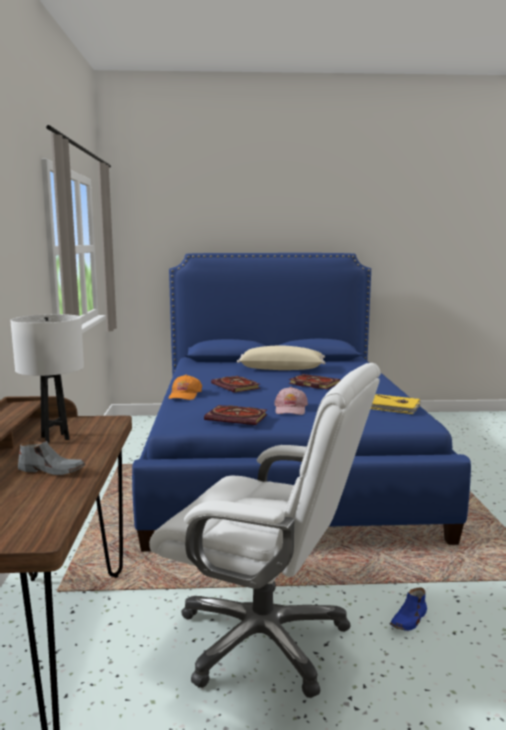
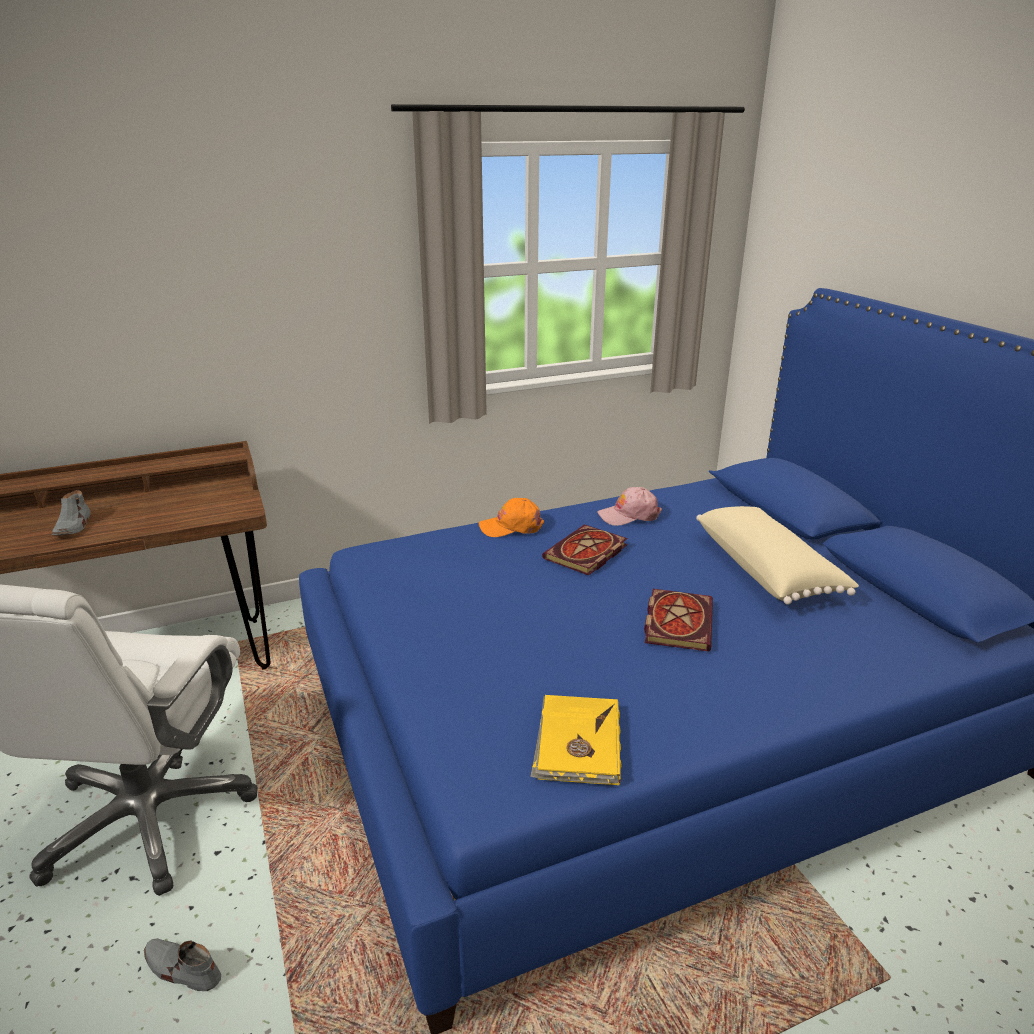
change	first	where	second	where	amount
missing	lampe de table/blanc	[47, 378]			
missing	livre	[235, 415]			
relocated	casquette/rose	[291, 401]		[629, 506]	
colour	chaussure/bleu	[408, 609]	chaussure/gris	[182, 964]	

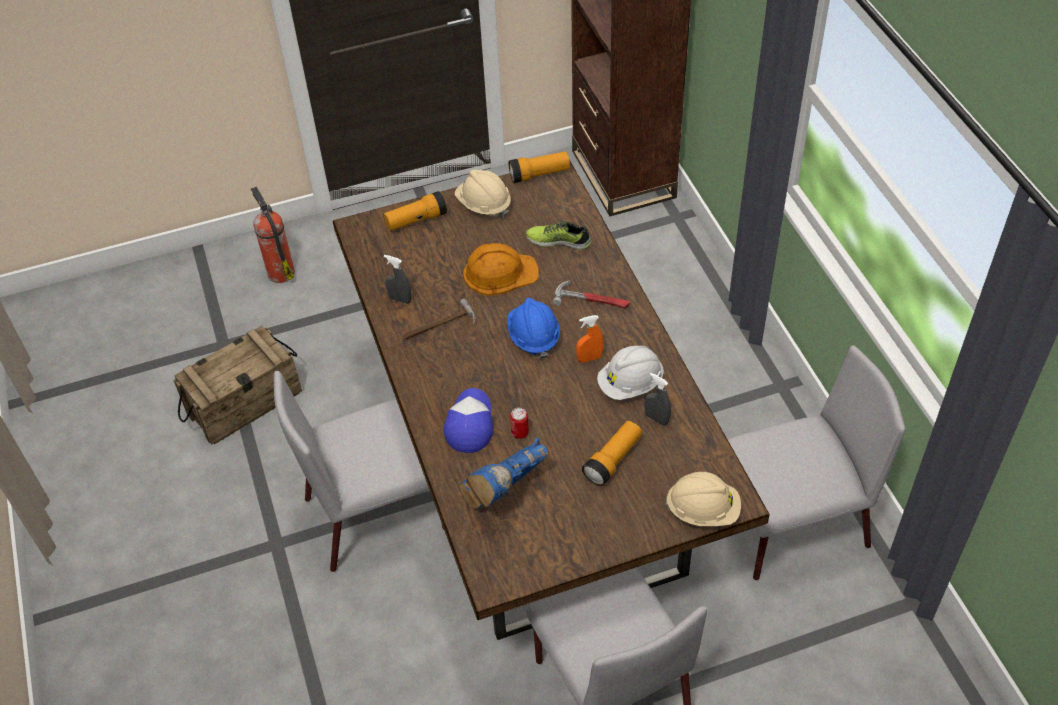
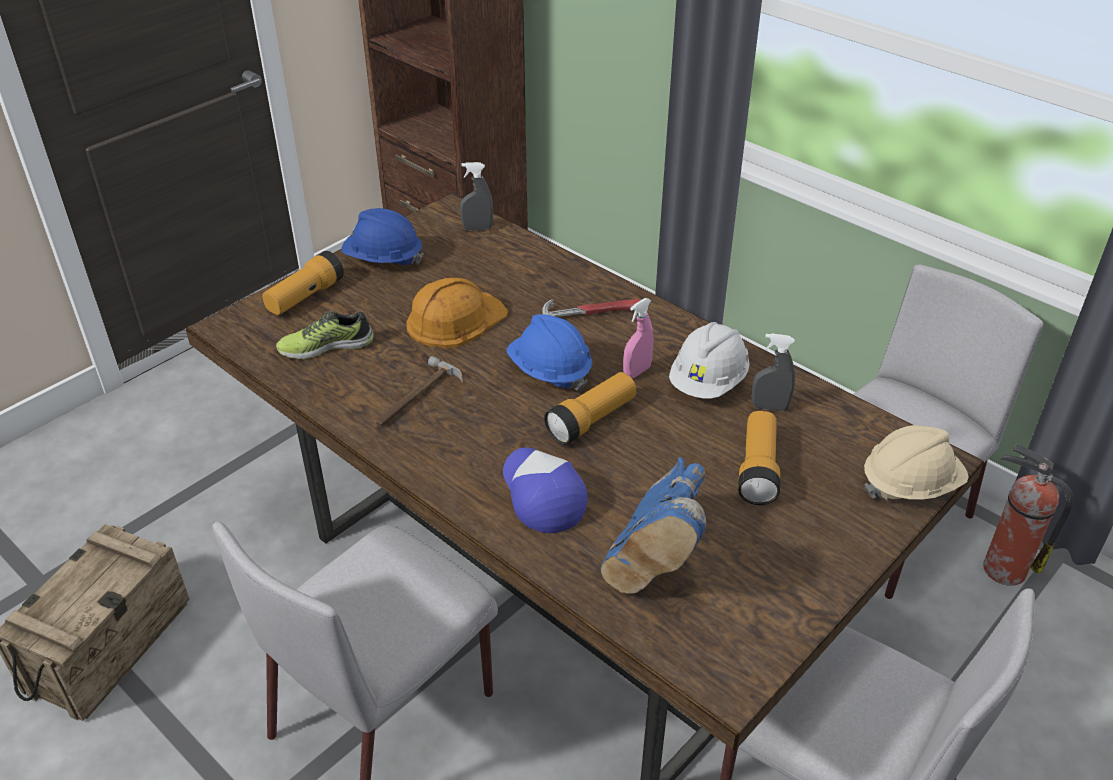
change	first	where	second	where	amount
missing	boîte métallique	[519, 423]			
relocated	extincteur	[273, 235]		[1028, 515]	
relocated	vaporisateur/gris	[397, 279]		[476, 196]	
relocated	lampe de poche	[539, 167]		[590, 408]	
relocated	chaussure	[559, 235]		[325, 335]	
colour	casque de chantier/beige	[483, 194]	casque de chantier/bleu	[382, 236]	
colour	vaporisateur/orange	[590, 339]	vaporisateur/rose	[638, 338]	

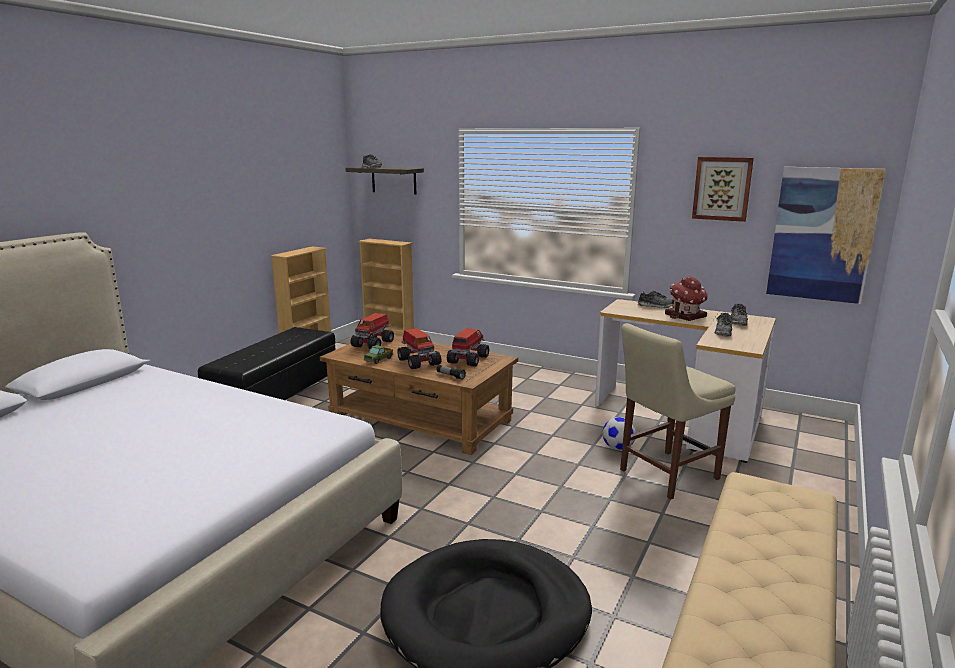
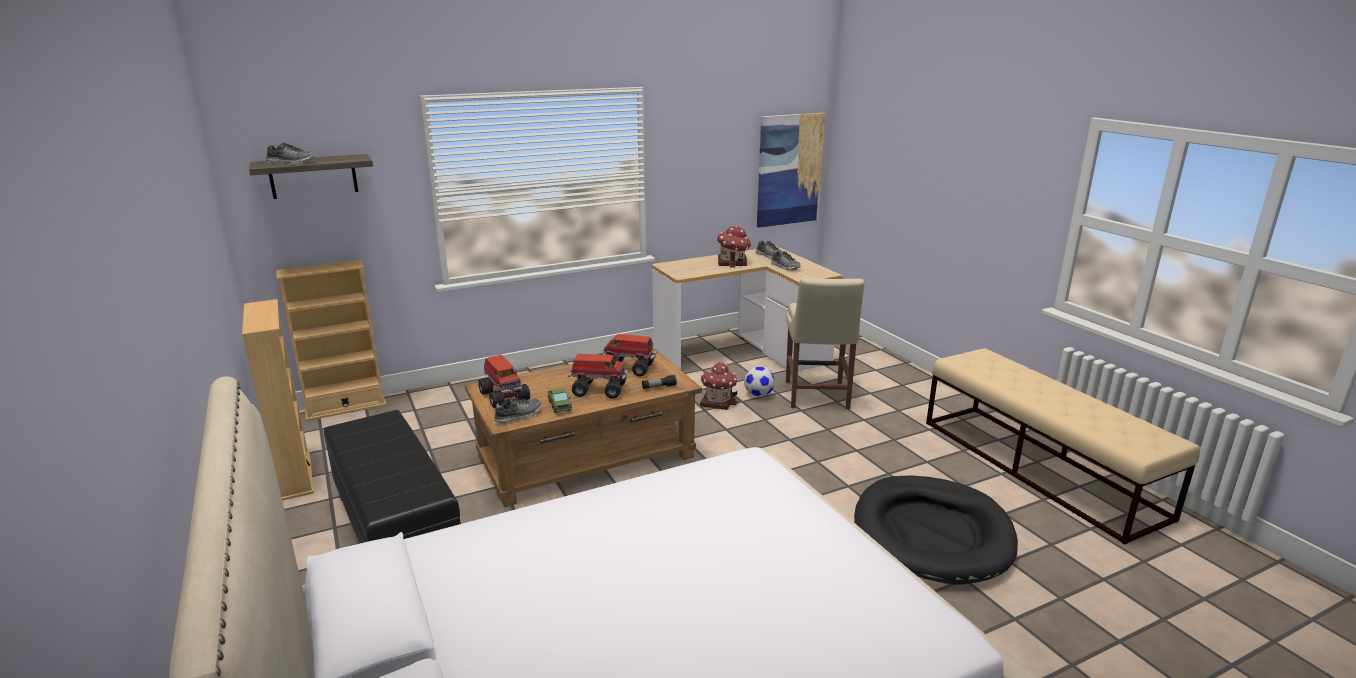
change	first	where	second	where	amount
missing	tableau	[723, 189]			
appeared			maison miniature	[718, 386]	
relocated	chaussure	[655, 299]		[517, 411]	
spun	camion jouet	[468, 347]		[629, 355]	45 degrees counterclockwise

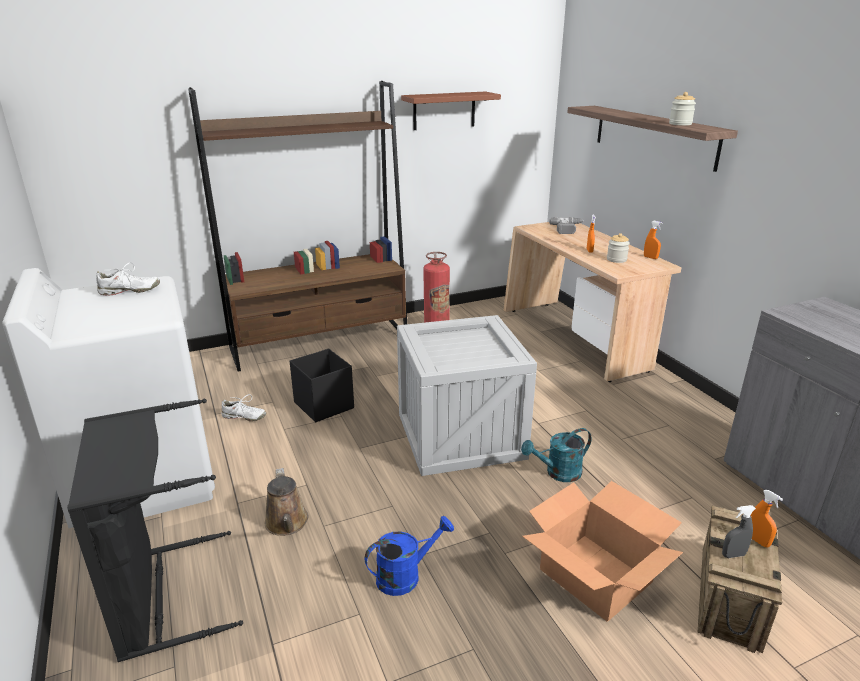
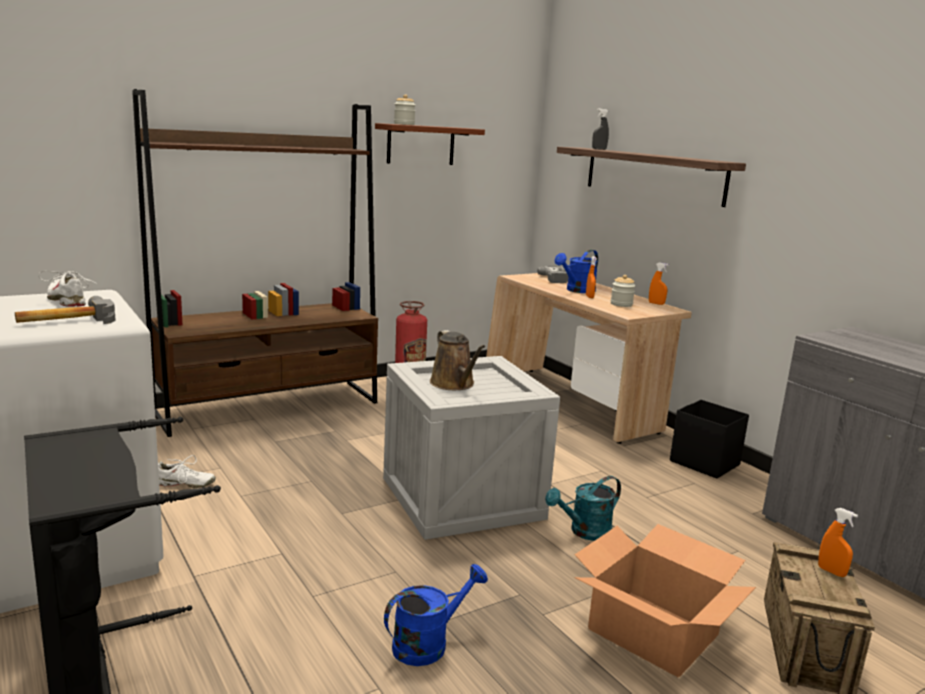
change	first	where	second	where	amount
appeared			marteau	[65, 310]	
appeared			arrosoir/bleu	[576, 271]	
relocated	arrosoir/marron	[287, 502]		[457, 360]	
relocated	boîte de rangement/noir	[321, 385]		[709, 439]	
relocated	bocal	[682, 109]		[405, 109]	
relocated	vaporisateur/gris	[739, 531]		[600, 129]	
spun	chaussure/blanc	[128, 278]		[68, 288]	105 degrees counterclockwise

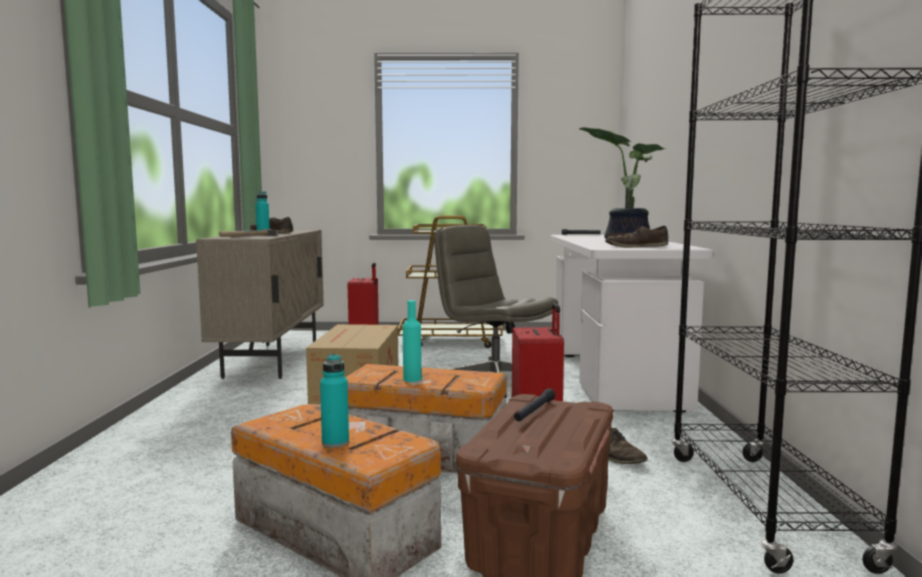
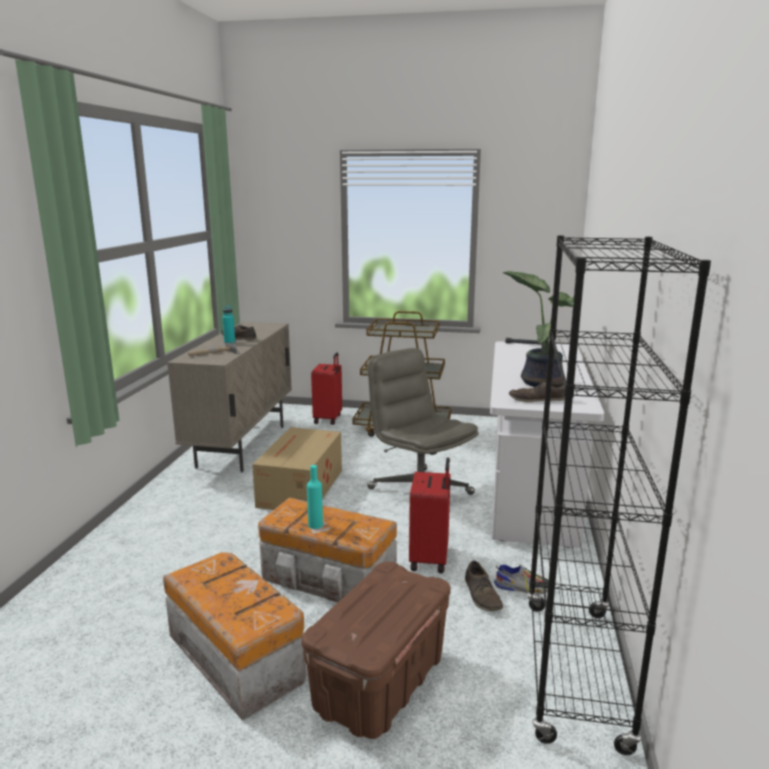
change	first	where	second	where	amount
missing	bouteille/turquoise	[334, 401]			
missing	lampe de poche/noir	[535, 404]			
appeared			chaussure	[521, 579]	

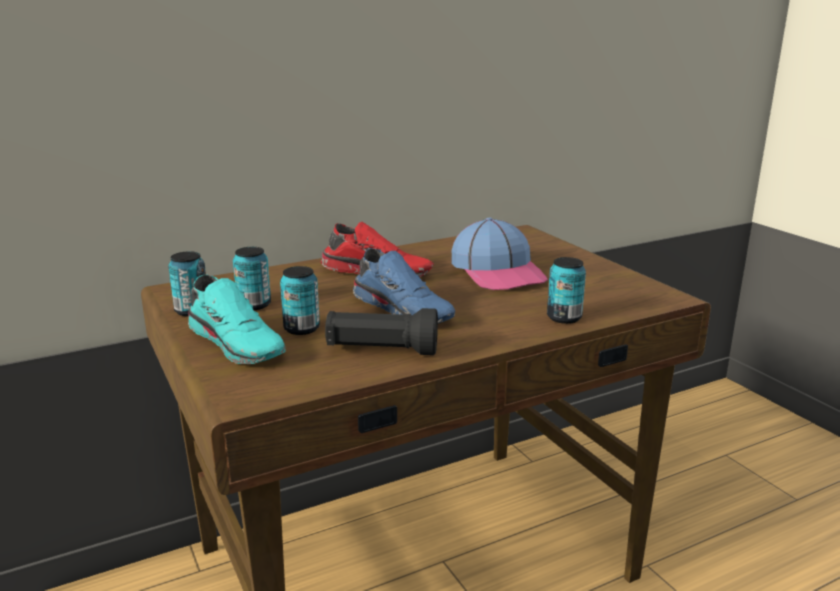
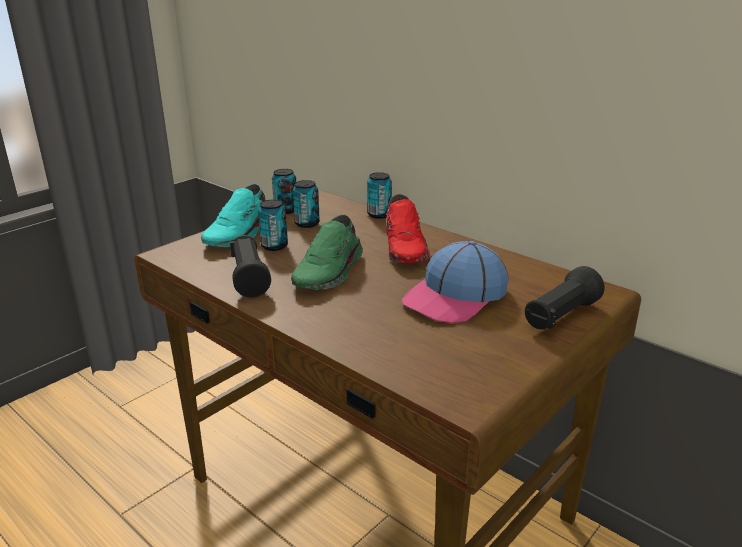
change	first	where	second	where	amount
appeared			lampe de poche/noir	[565, 297]	
relocated	boîte métallique	[566, 290]		[379, 195]	
colour	chaussure/bleu	[404, 285]	chaussure/vert	[327, 252]	

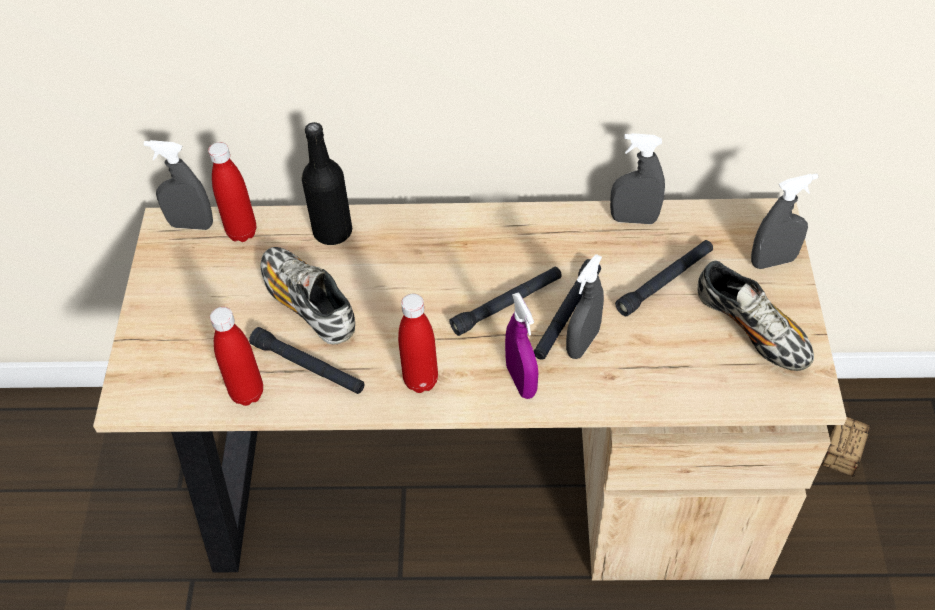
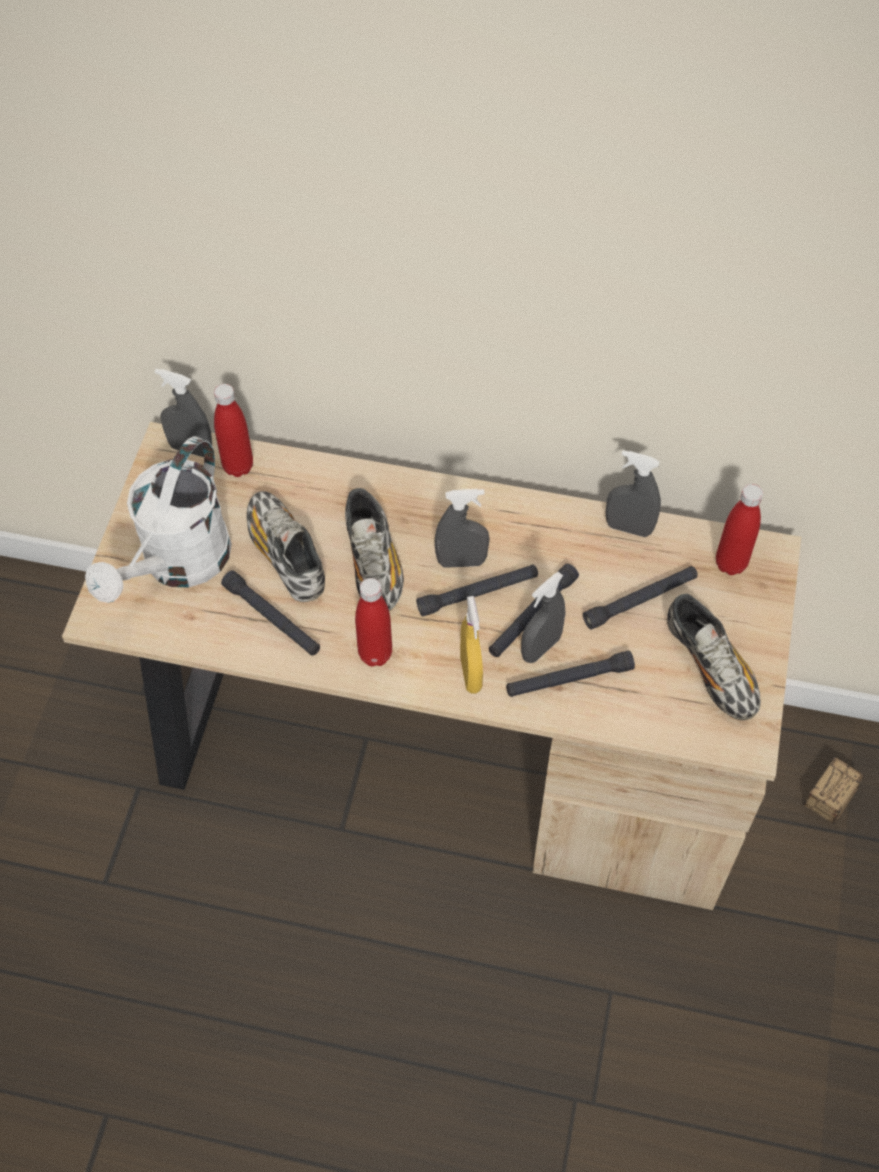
change	first	where	second	where	amount
missing	bouteille/noir	[327, 183]			
appeared			arrosoir/blanc	[158, 519]	
appeared			chaussure	[374, 549]	
appeared			lampe de poche/noir	[570, 674]	
relocated	bouteille/rouge	[236, 356]		[739, 529]	
relocated	vaporisateur/gris	[784, 221]		[462, 528]	
colour	vaporisateur/violet	[521, 345]	vaporisateur/jaune	[471, 645]	

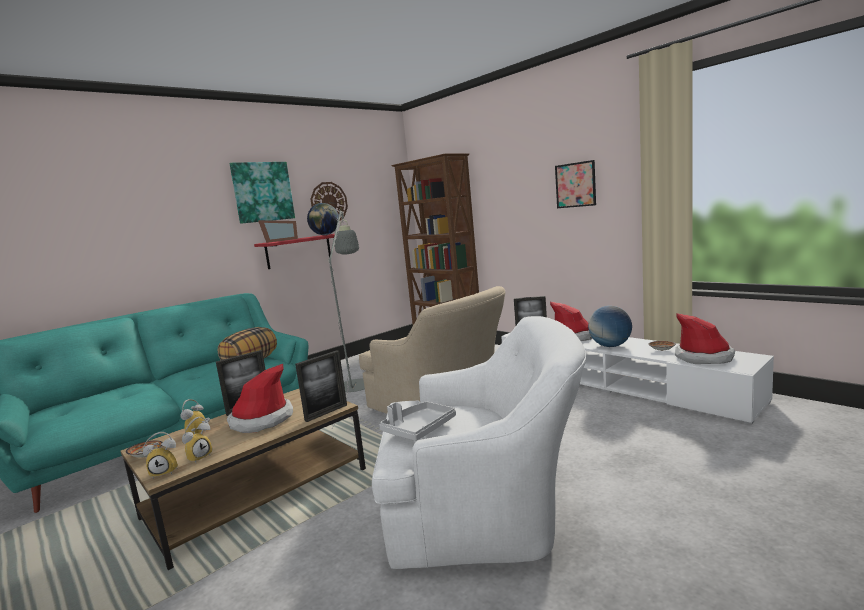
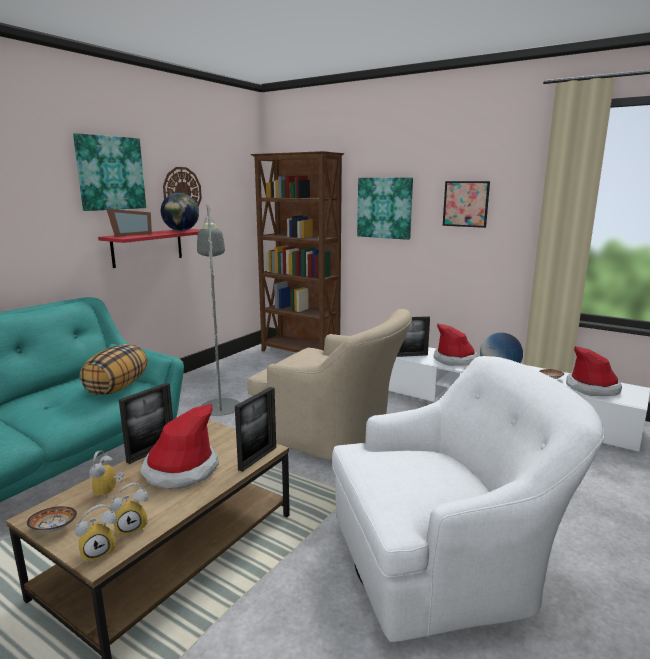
change	first	where	second	where	amount
missing	plateau/gris	[418, 421]			
appeared			tableau	[385, 209]	
spun	réveil	[197, 440]		[129, 510]	45 degrees clockwise

